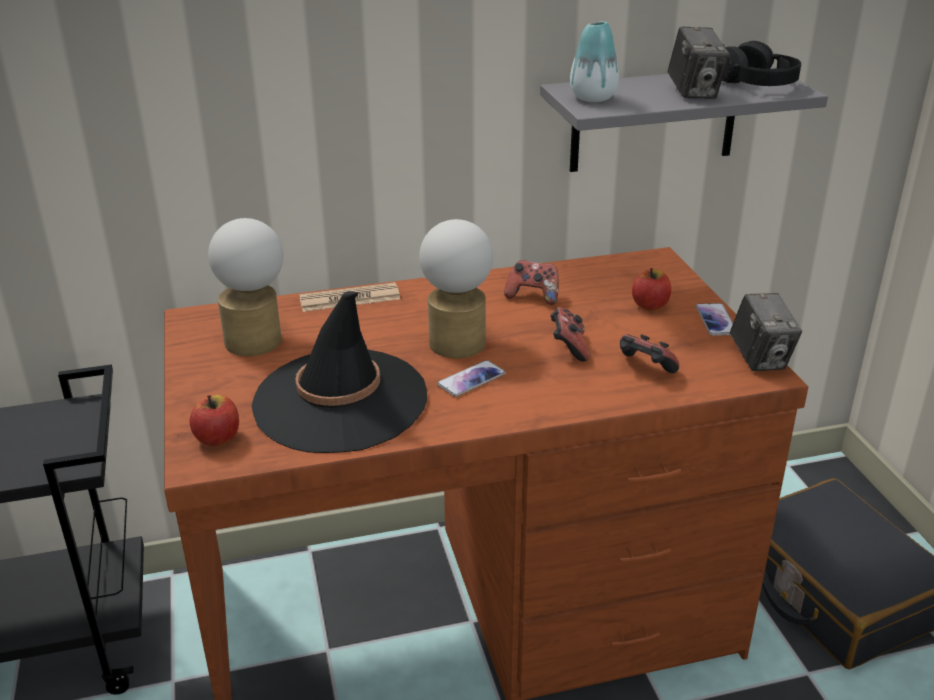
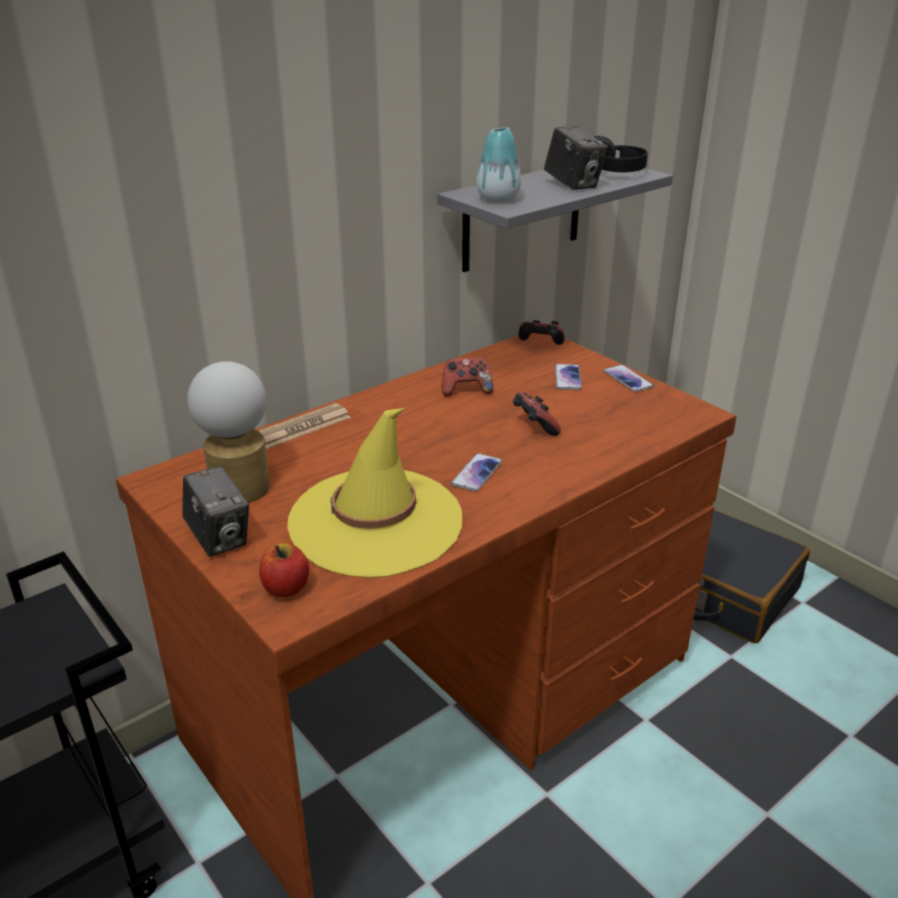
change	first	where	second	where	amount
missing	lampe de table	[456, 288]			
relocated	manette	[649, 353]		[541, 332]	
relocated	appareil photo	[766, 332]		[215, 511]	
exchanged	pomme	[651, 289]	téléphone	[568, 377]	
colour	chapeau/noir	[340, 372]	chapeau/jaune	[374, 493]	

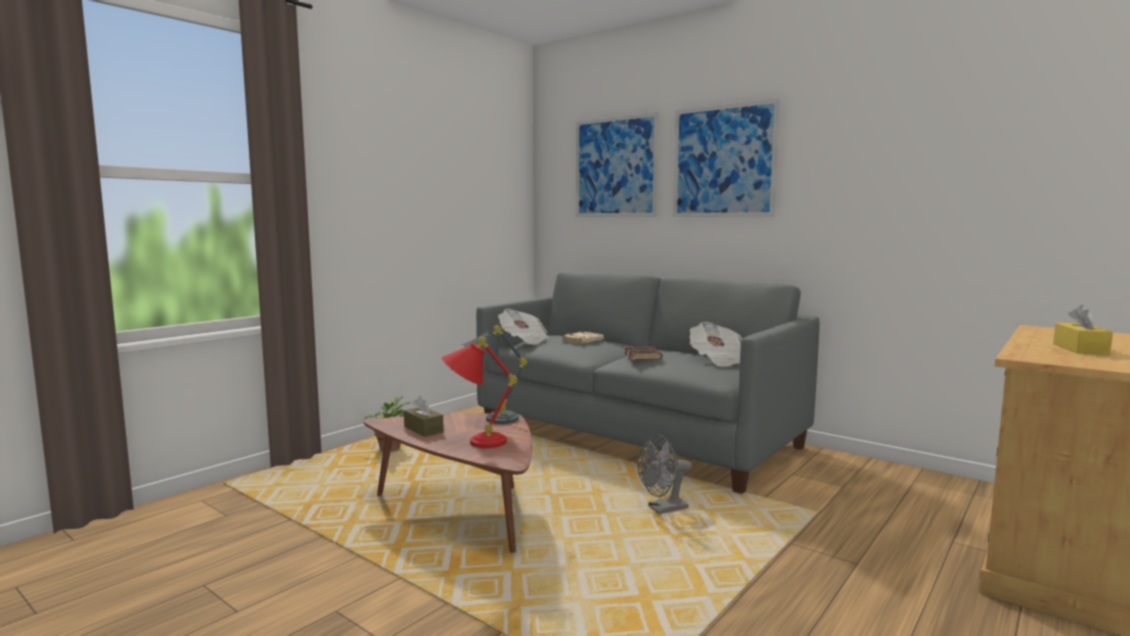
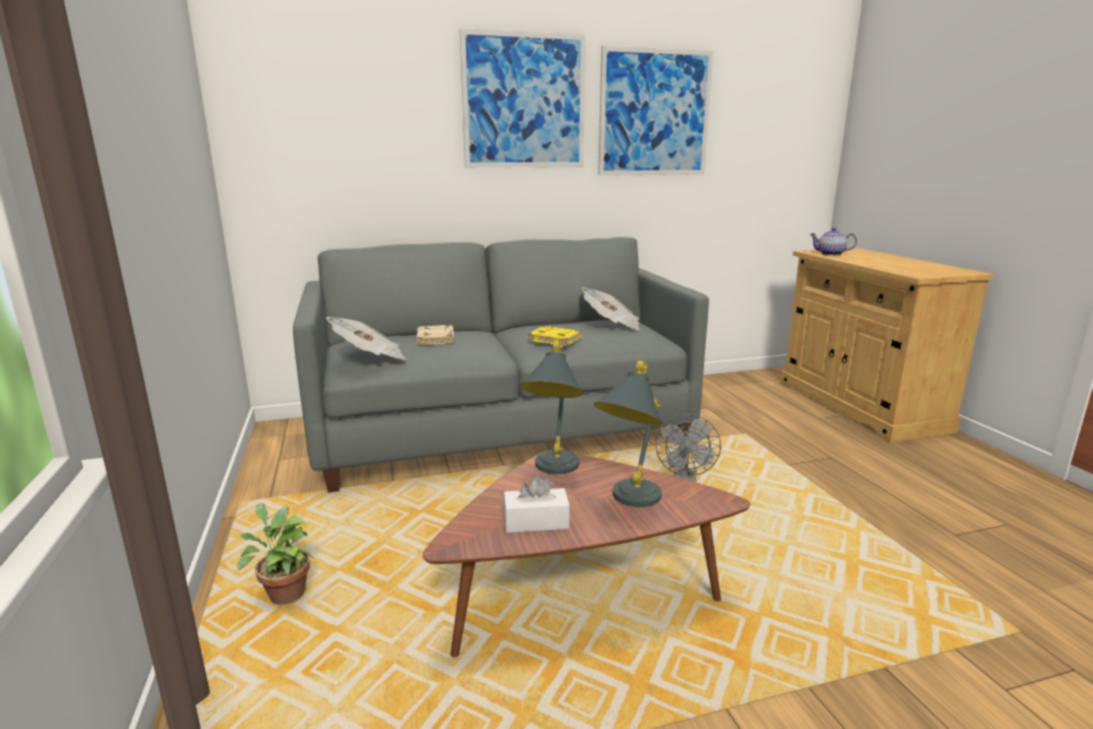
change	first	where	second	where	amount
missing	boîte à mouchoirs/jaune	[1083, 330]			
appeared			théière	[833, 242]	
relocated	tableau	[617, 164]		[655, 111]	
colour	boîte à mouchoirs/marron	[424, 416]	boîte à mouchoirs/blanc	[536, 504]	
colour	lampe de table/rouge	[479, 392]	lampe de table/gris	[628, 434]	
colour	livre/marron	[643, 353]	livre/jaune	[555, 336]	

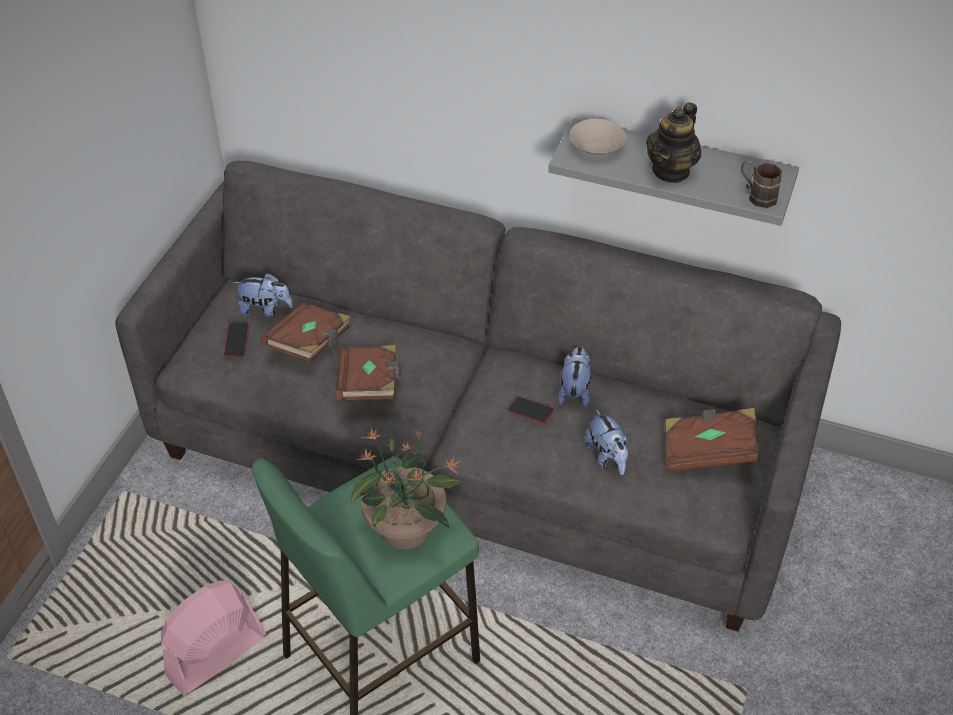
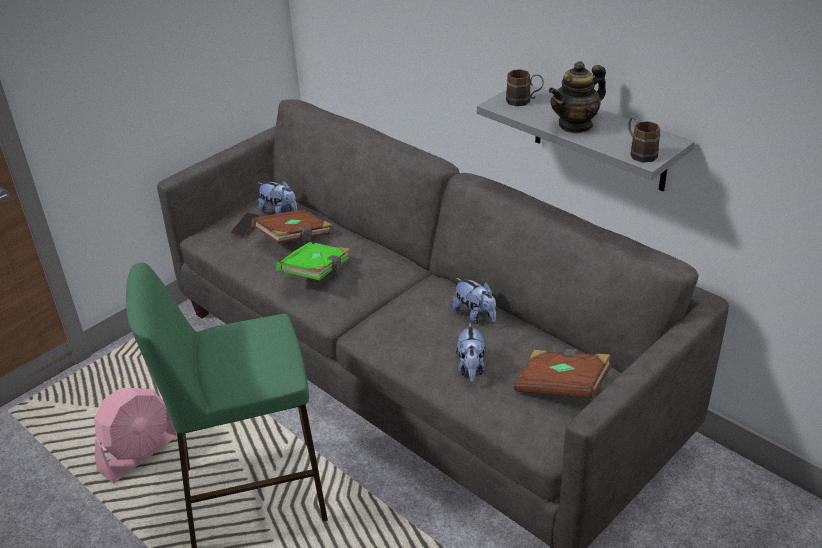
change	first	where	second	where	amount
missing	plante en pot	[406, 488]			
missing	téléphone	[531, 410]			
exchanged	bol/beige	[598, 137]	mug/marron	[525, 87]	
colour	livre/marron	[368, 372]	livre/vert	[313, 261]	
spun	ventilateur/rose	[214, 638]		[135, 435]	150 degrees clockwise
spun	peluche	[574, 377]		[474, 301]	105 degrees clockwise

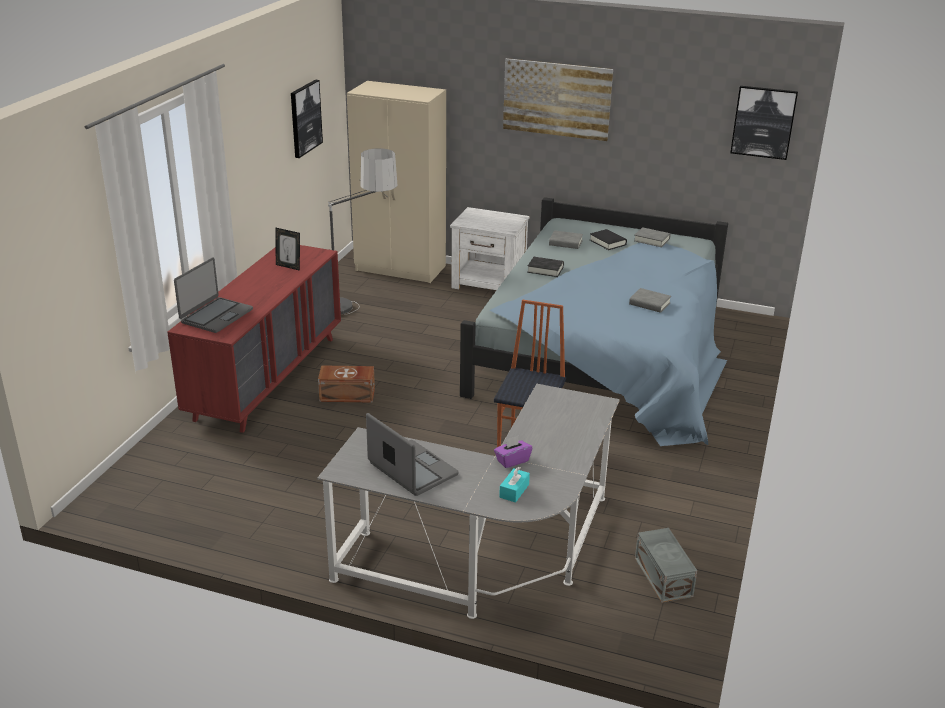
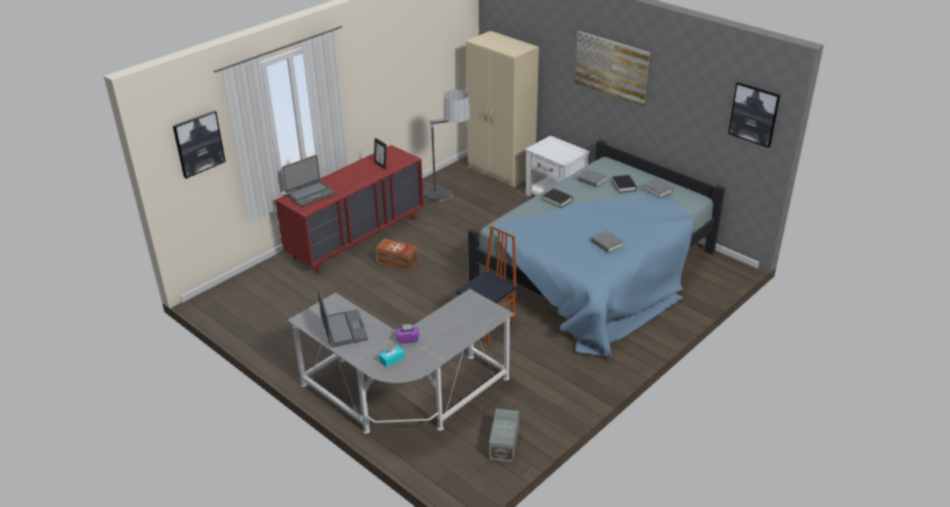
change	first	where	second	where	amount
relocated	tableau	[307, 119]		[199, 144]	

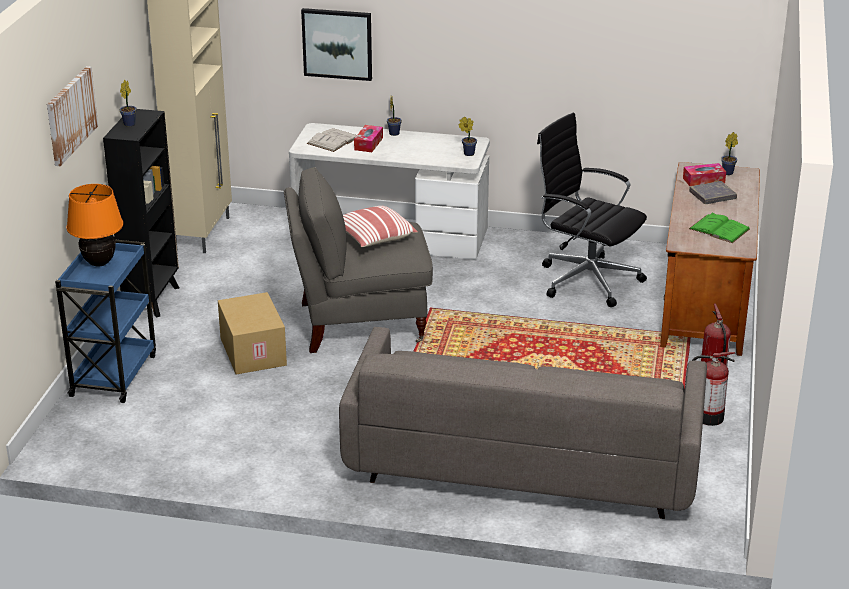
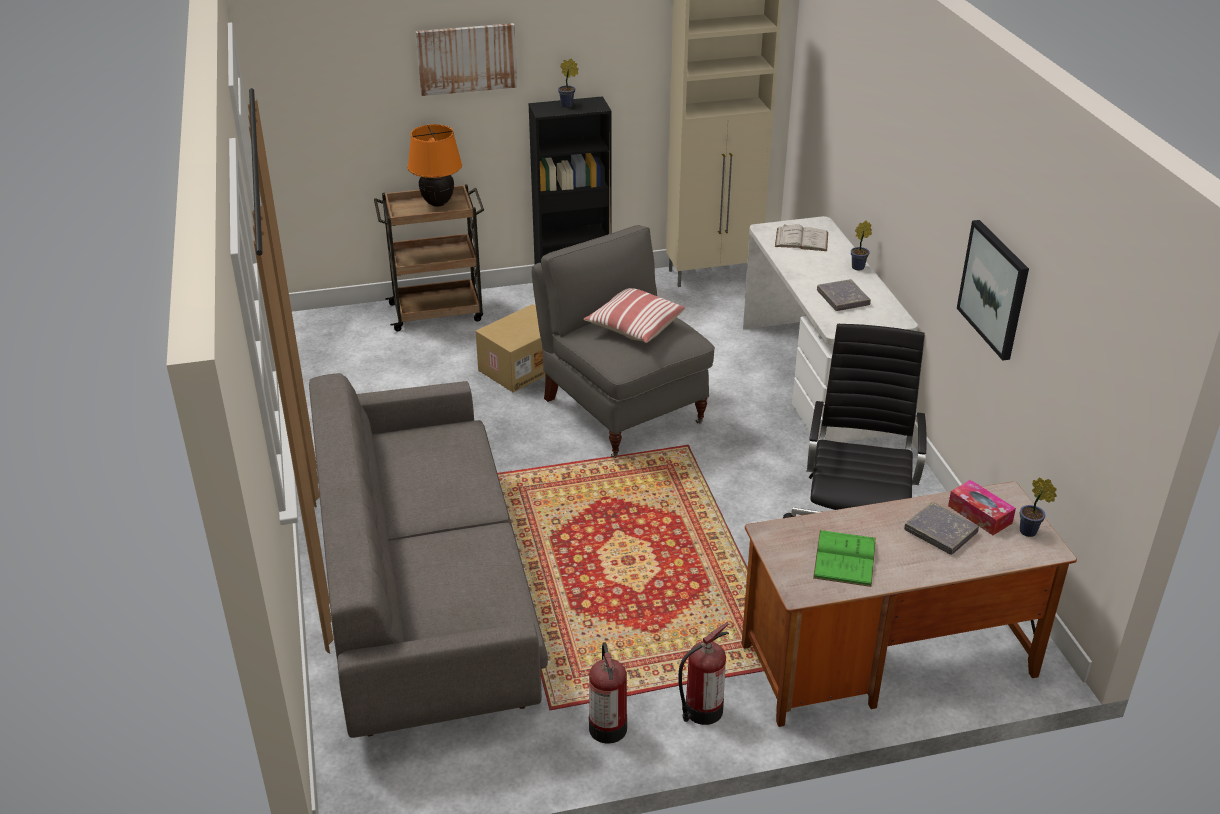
change	first	where	second	where	amount
missing	boîte à mouchoirs	[368, 138]			
missing	plante en pot	[468, 136]			
appeared			livre/gris	[844, 295]	
relocated	tableau	[336, 44]		[993, 290]	
colour	chariot/bleu	[105, 321]	chariot/marron	[429, 257]	

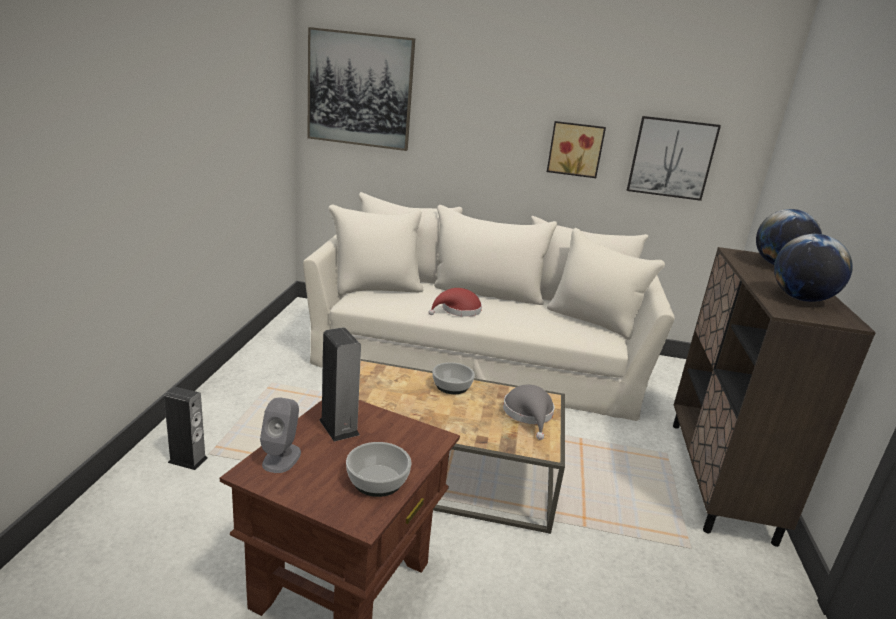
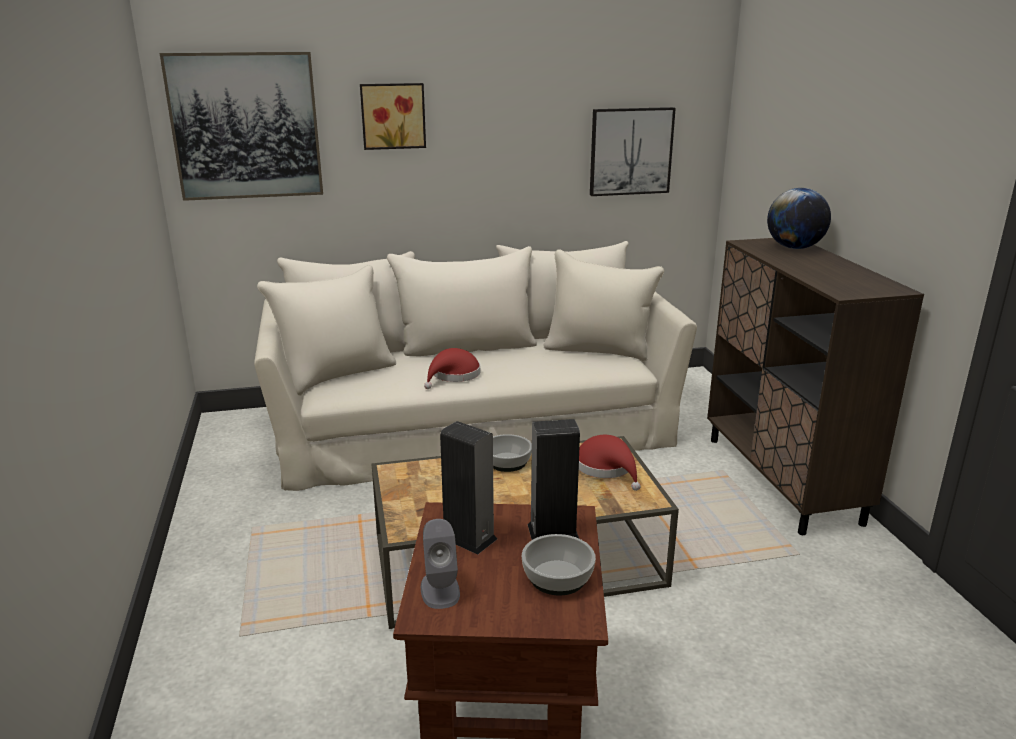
change	first	where	second	where	amount
missing	globe	[813, 268]			
relocated	enceinte	[185, 428]		[554, 479]	
relocated	tableau	[576, 149]		[393, 116]	
colour	chapeau/gris	[528, 412]	chapeau/rouge	[610, 463]	

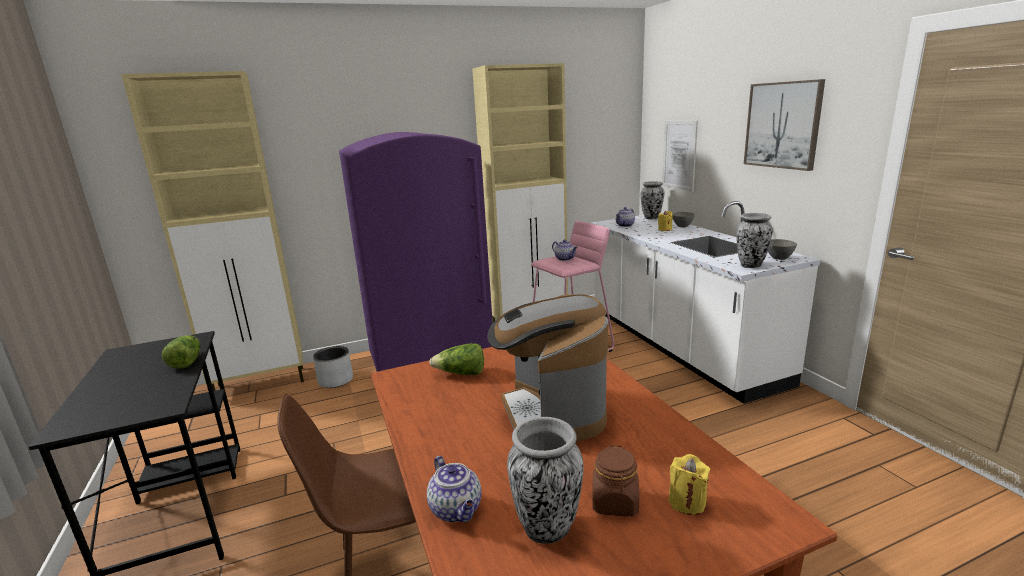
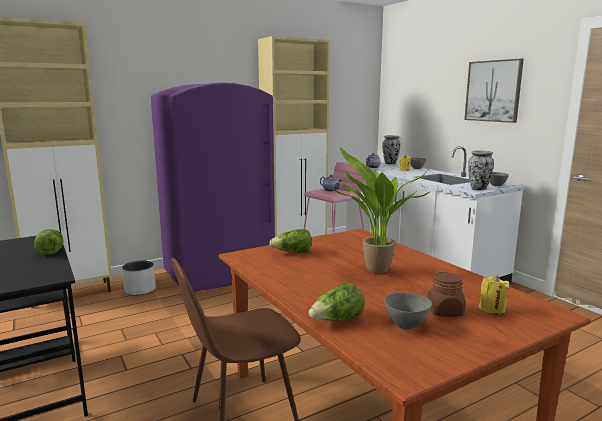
change	first	where	second	where	amount
missing	tableau	[680, 156]			
exchanged	théière	[454, 489]	laitue	[337, 302]	
exchanged	machine à café	[547, 368]	plante en pot	[380, 210]	
exchanged	vase	[545, 480]	bol/gris	[408, 311]	

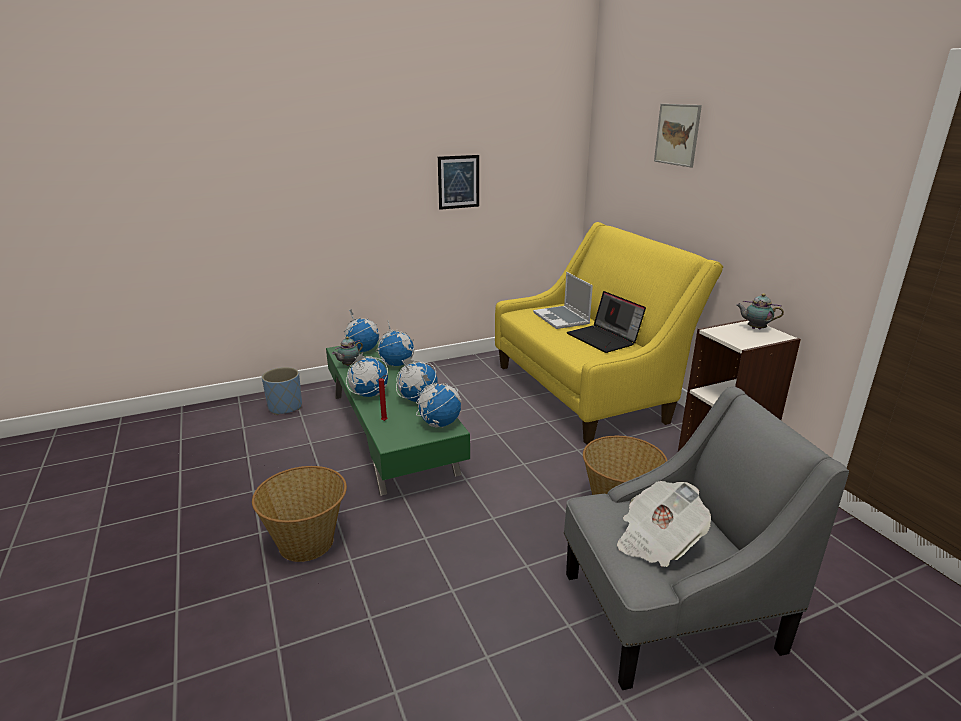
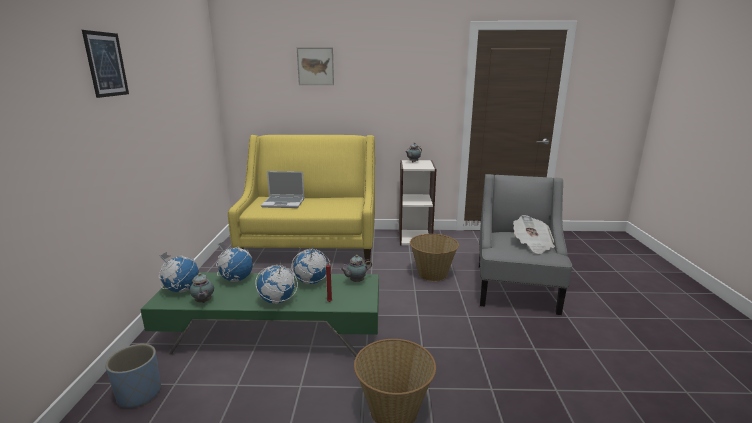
change	first	where	second	where	amount
missing	ordinateur portable	[606, 322]			
relocated	tableau	[458, 182]		[105, 64]	
exchanged	globe	[439, 401]	théière	[356, 268]	

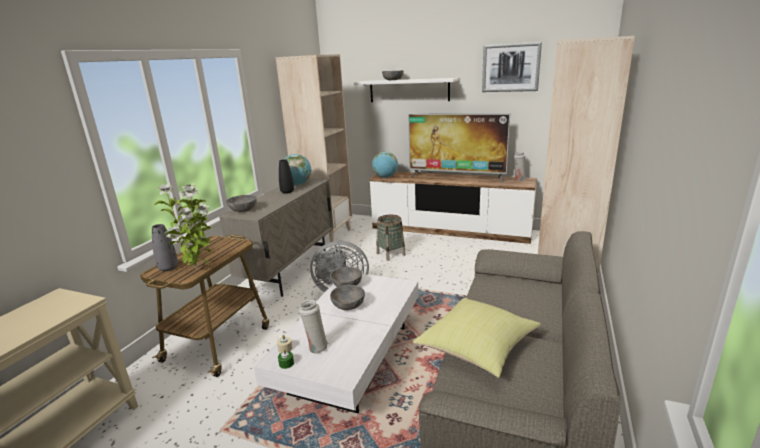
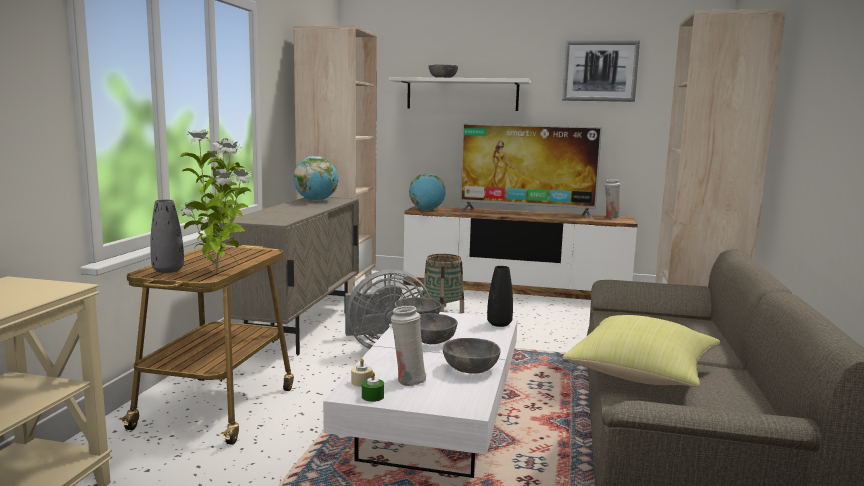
change	first	where	second	where	amount
relocated	bol/gris	[241, 203]		[472, 356]	
relocated	vase/noir	[286, 177]		[500, 296]	

